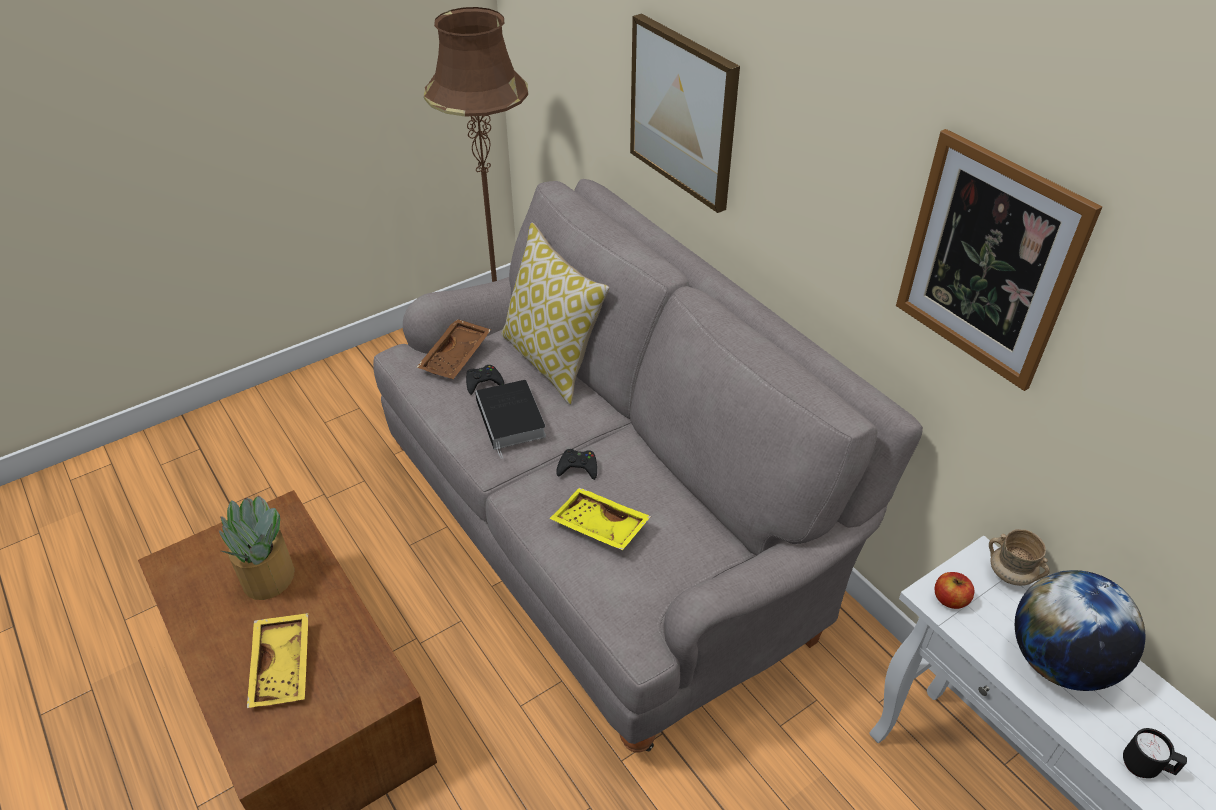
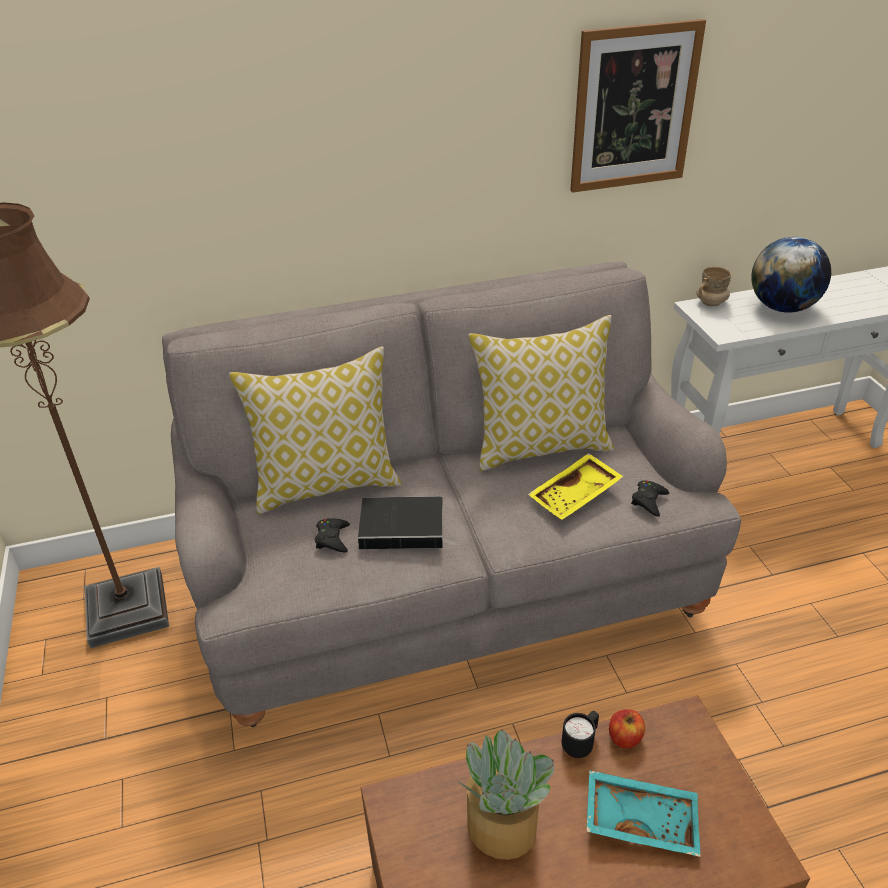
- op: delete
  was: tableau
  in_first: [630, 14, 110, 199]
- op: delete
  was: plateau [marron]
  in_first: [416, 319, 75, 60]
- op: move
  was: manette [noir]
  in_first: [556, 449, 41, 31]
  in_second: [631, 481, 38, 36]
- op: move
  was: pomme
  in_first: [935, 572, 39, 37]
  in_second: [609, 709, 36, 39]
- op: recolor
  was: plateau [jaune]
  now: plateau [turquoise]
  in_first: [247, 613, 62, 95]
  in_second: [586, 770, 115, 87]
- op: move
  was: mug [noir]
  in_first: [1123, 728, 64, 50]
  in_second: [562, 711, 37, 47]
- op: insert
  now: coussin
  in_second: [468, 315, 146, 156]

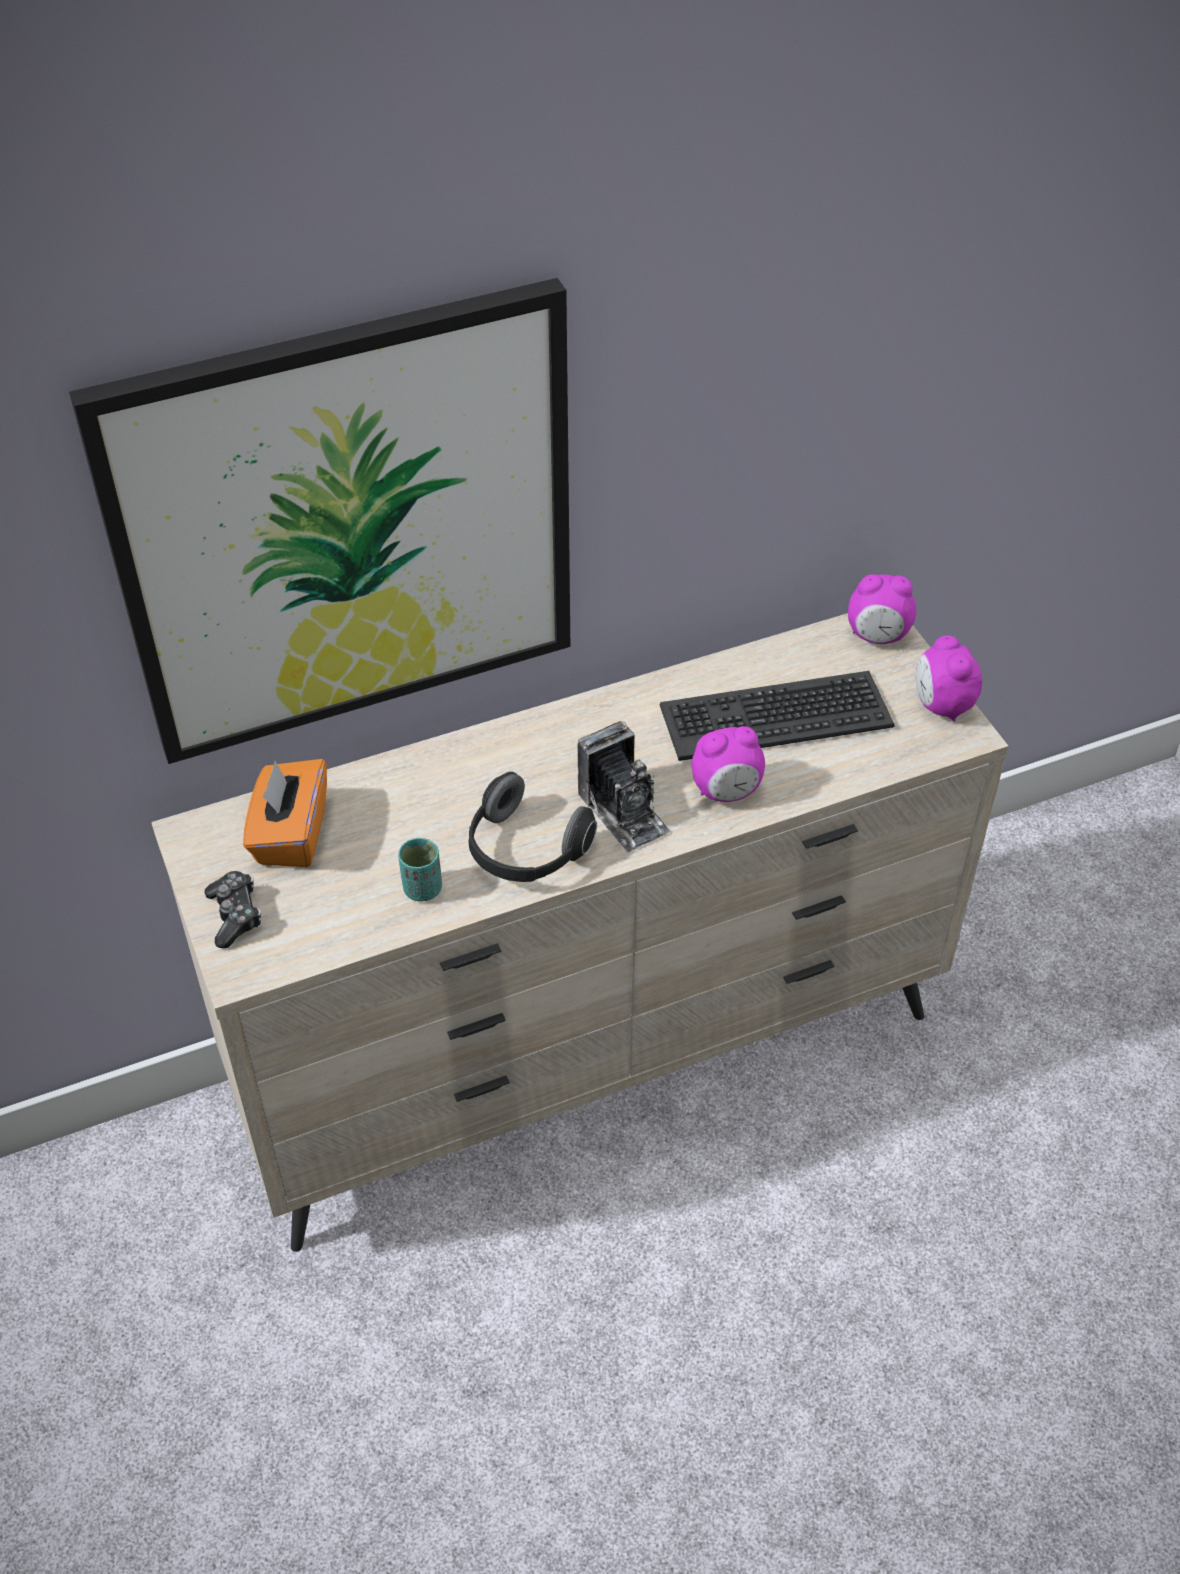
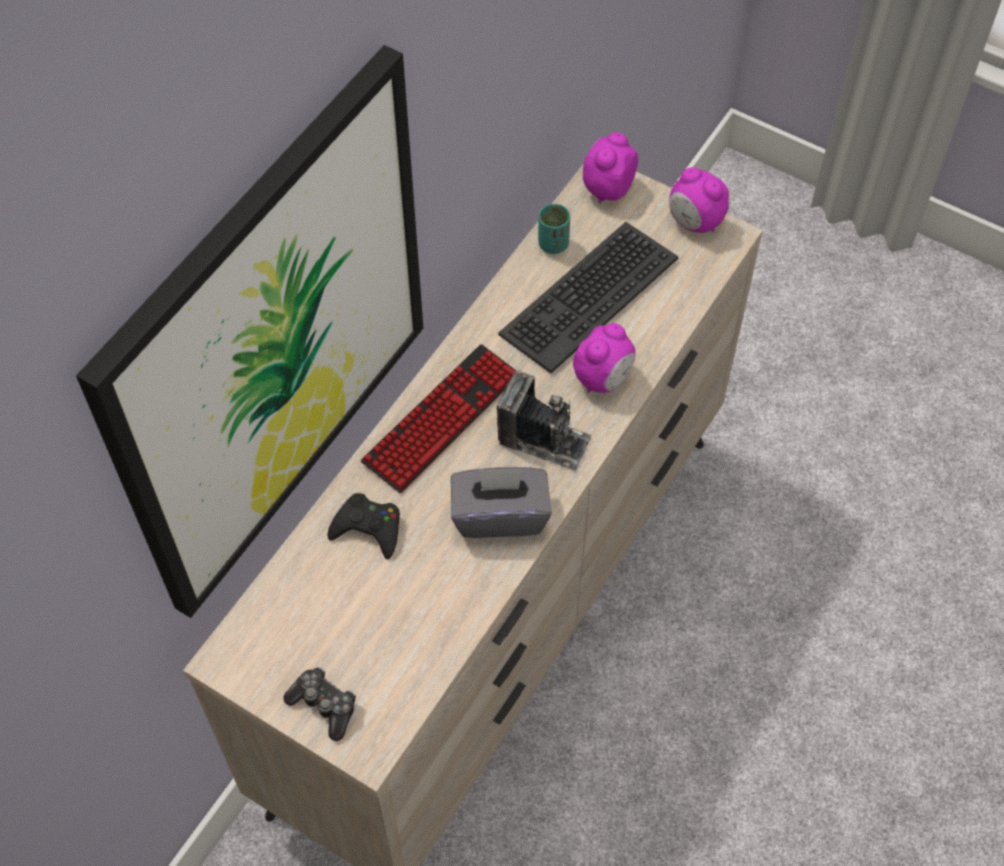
- op: rotate
  was: réveil
  in_first: [848, 574, 68, 70]
  in_second: [583, 132, 55, 71]
  clockwise: 150
- op: delete
  was: boîte à mouchoirs [orange]
  in_first: [243, 759, 84, 108]
- op: replace
  was: casque audio
  now: boîte à mouchoirs [gris]
  in_first: [468, 772, 129, 110]
  in_second: [451, 467, 101, 71]
- op: move
  was: tasse [turquoise]
  in_first: [398, 838, 44, 63]
  in_second: [538, 204, 32, 50]
- op: insert
  now: clavier
  in_second: [361, 344, 155, 149]
- op: insert
  now: manette [noir]
  in_second: [327, 493, 73, 66]

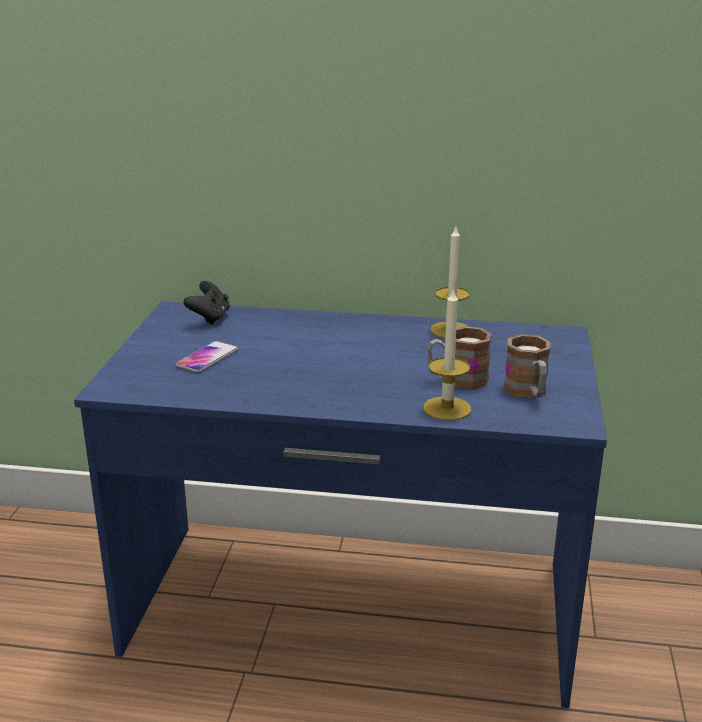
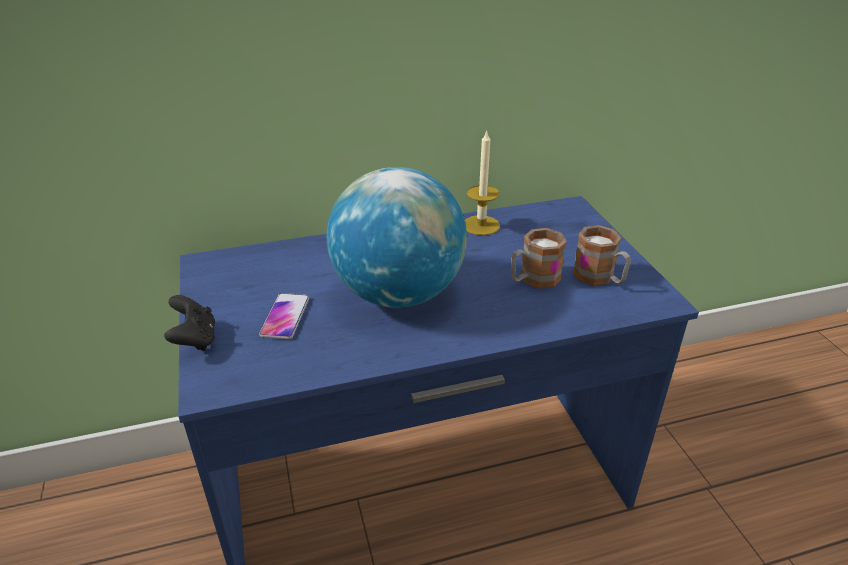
- op: move
  was: manette [noir]
  in_first: [184, 281, 46, 44]
  in_second: [164, 295, 51, 56]
- op: delete
  was: bougie
  in_first: [423, 287, 48, 133]
- op: insert
  now: globe
  in_second: [327, 167, 140, 141]

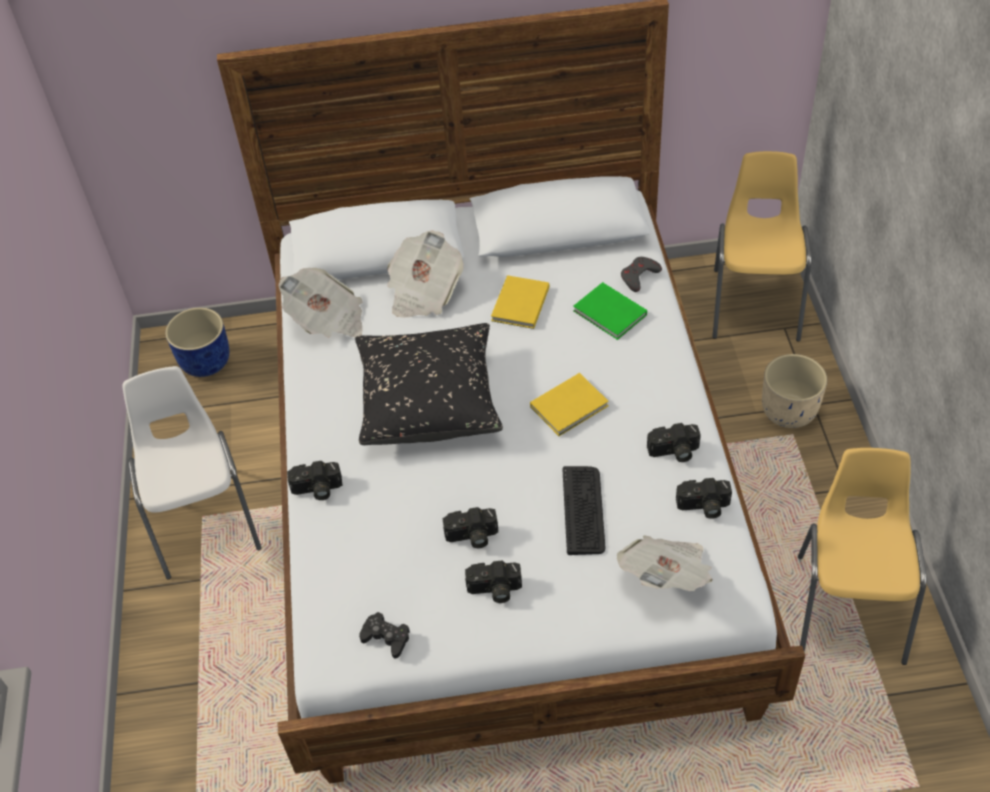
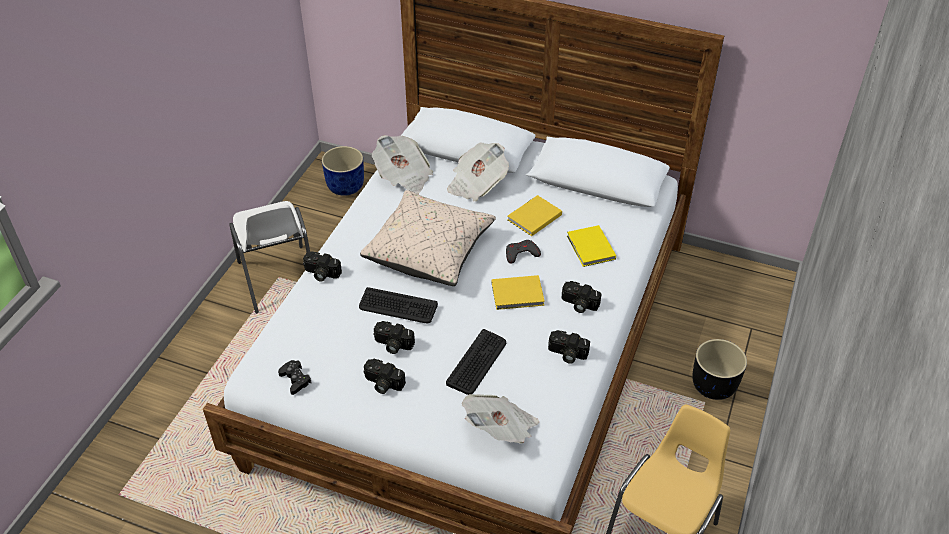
- op: delete
  was: chaise [jaune]
  in_first: [712, 151, 99, 191]
- op: move
  was: manette [gris]
  in_first: [621, 257, 41, 35]
  in_second: [506, 240, 35, 24]
- op: recolor
  was: livre [vert]
  now: livre [jaune]
  in_first: [573, 282, 74, 58]
  in_second: [567, 225, 49, 42]
- op: recolor
  was: coussin [noir]
  now: coussin [beige]
  in_first: [355, 323, 148, 122]
  in_second: [360, 190, 136, 96]
- op: recolor
  was: cache-pot [beige]
  now: cache-pot [noir]
  in_first: [762, 354, 65, 74]
  in_second: [693, 339, 54, 61]
- op: rotate
  was: chaise [blanc]
  in_first: [122, 366, 140, 214]
  in_second: [229, 201, 81, 112]
  clockwise: 150
- op: move
  was: appareil photo
  in_first: [676, 478, 56, 41]
  in_second: [562, 281, 40, 32]
- op: insert
  now: clavier
  in_second: [359, 287, 79, 36]

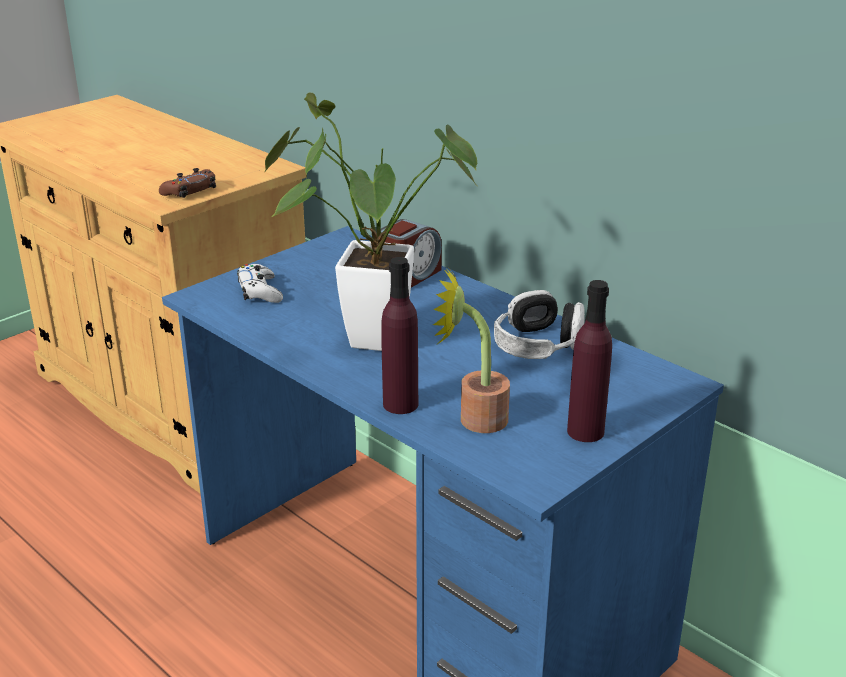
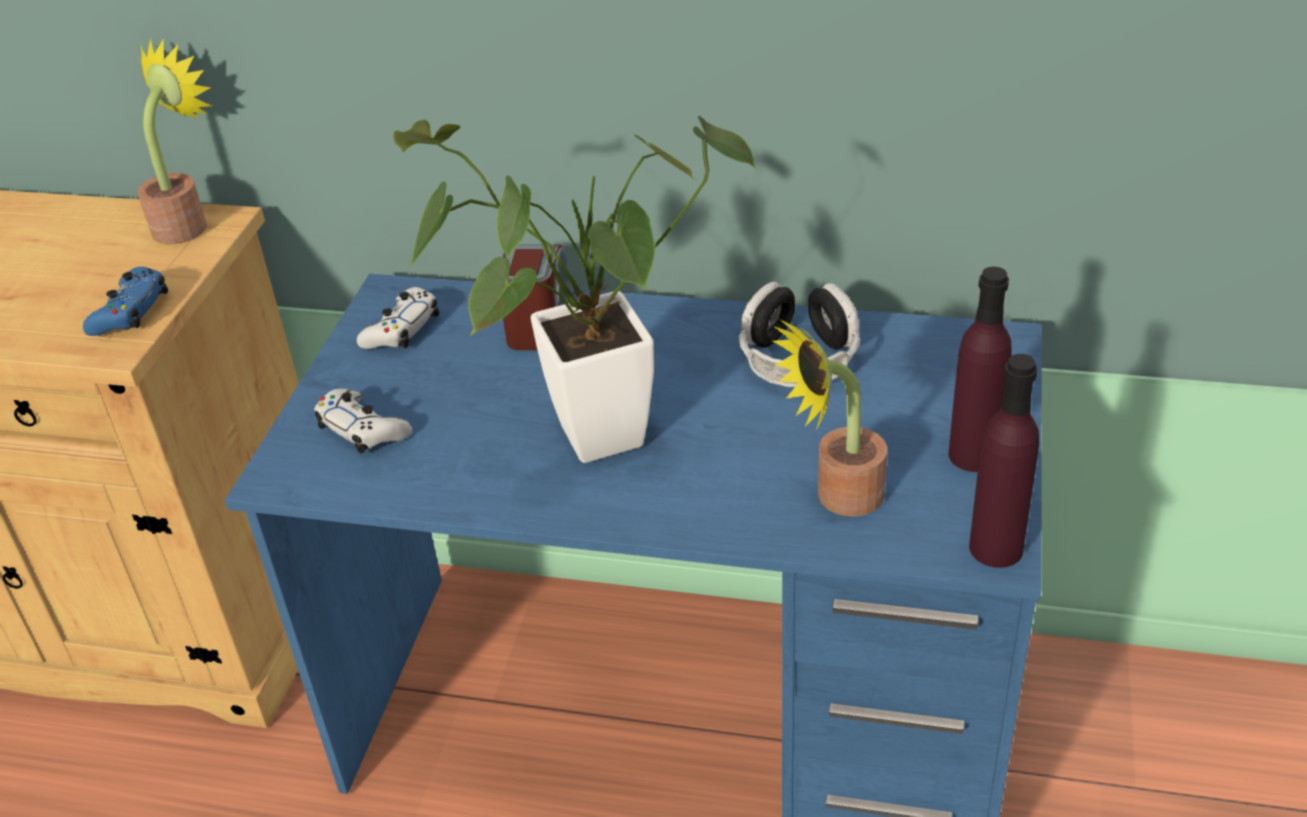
- op: recolor
  was: manette [marron]
  now: manette [bleu]
  in_first: [159, 168, 57, 30]
  in_second: [83, 267, 85, 69]
- op: move
  was: bouteille [violet]
  in_first: [381, 257, 38, 157]
  in_second: [969, 354, 70, 214]
- op: insert
  now: plante en pot
  in_second: [138, 38, 74, 206]
- op: insert
  now: manette [blanc]
  in_second: [357, 287, 82, 62]

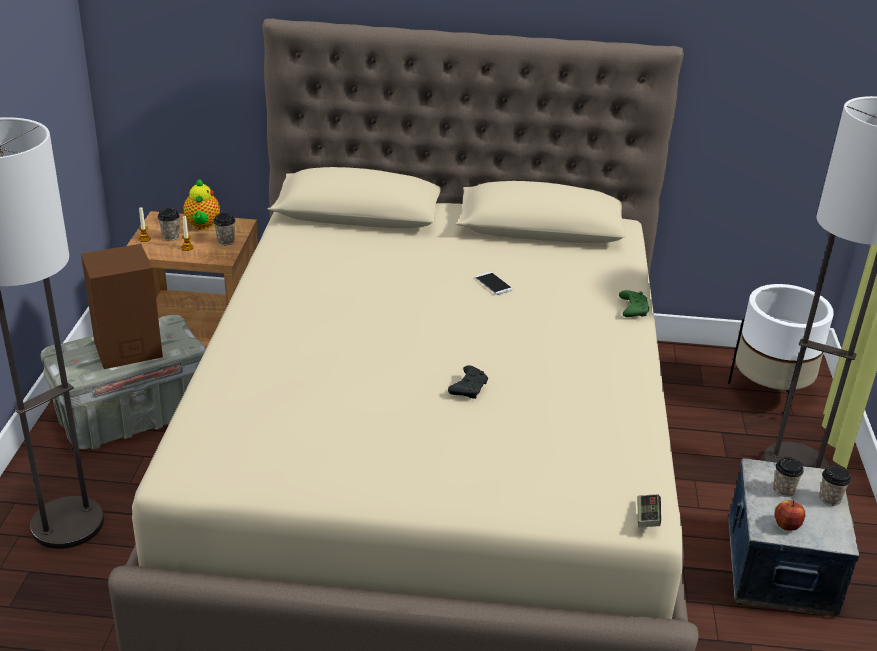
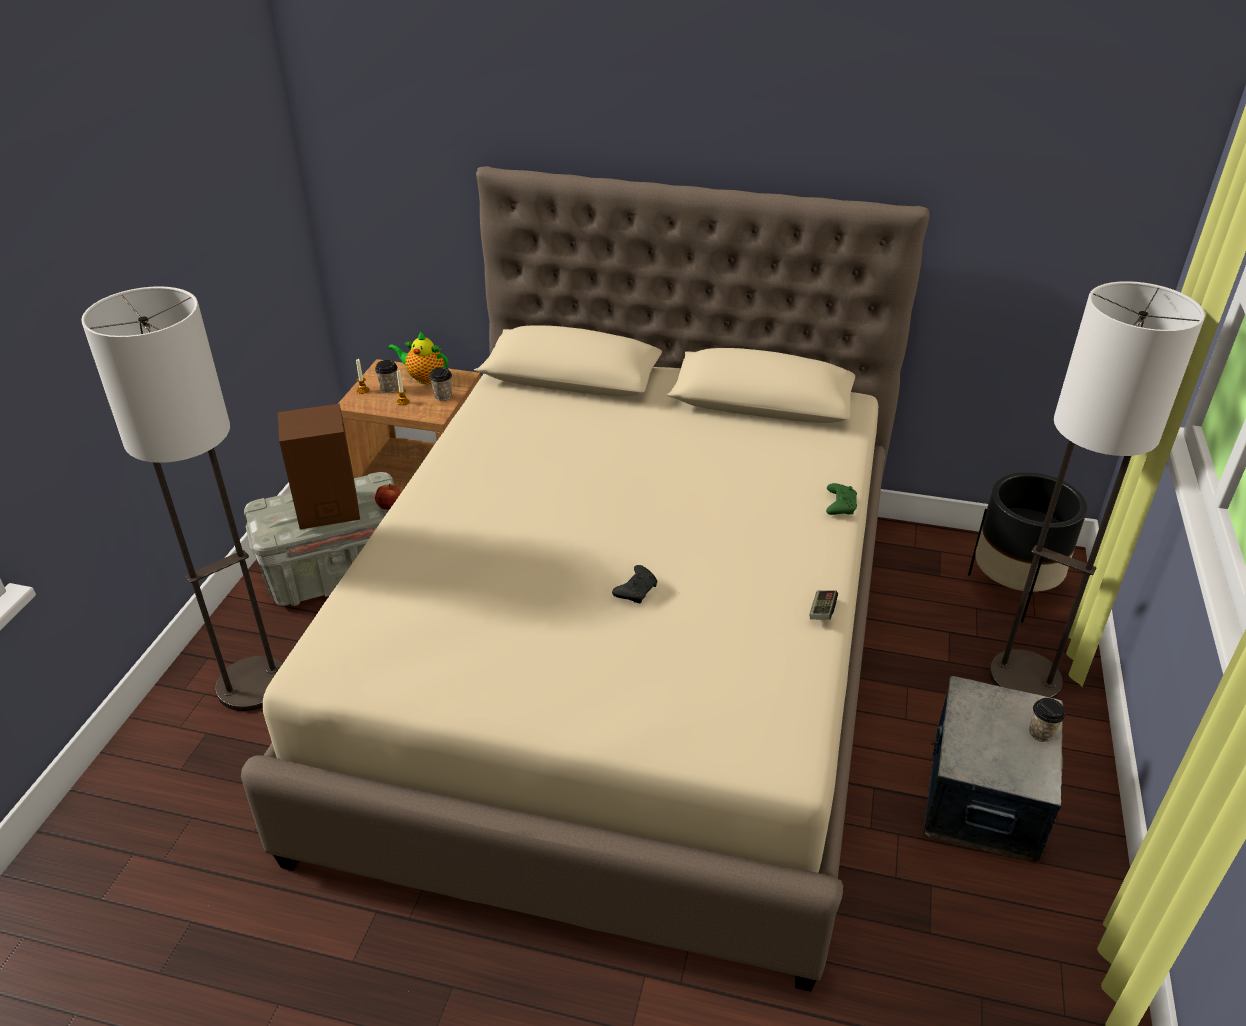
- op: rotate
  was: théière
  in_first: [183, 179, 37, 51]
  in_second: [388, 332, 60, 52]
  clockwise: 105
- op: delete
  was: téléphone
  in_first: [475, 272, 38, 23]
- op: recolor
  was: cache-pot [blanc]
  now: cache-pot [noir]
  in_first: [728, 284, 106, 134]
  in_second: [968, 472, 119, 150]
- op: delete
  was: tasse
  in_first: [773, 457, 31, 40]
- op: move
  was: manette
  in_first: [638, 494, 23, 33]
  in_second: [809, 590, 29, 30]
- op: move
  was: pomme
  in_first: [774, 500, 32, 31]
  in_second: [375, 484, 26, 26]

